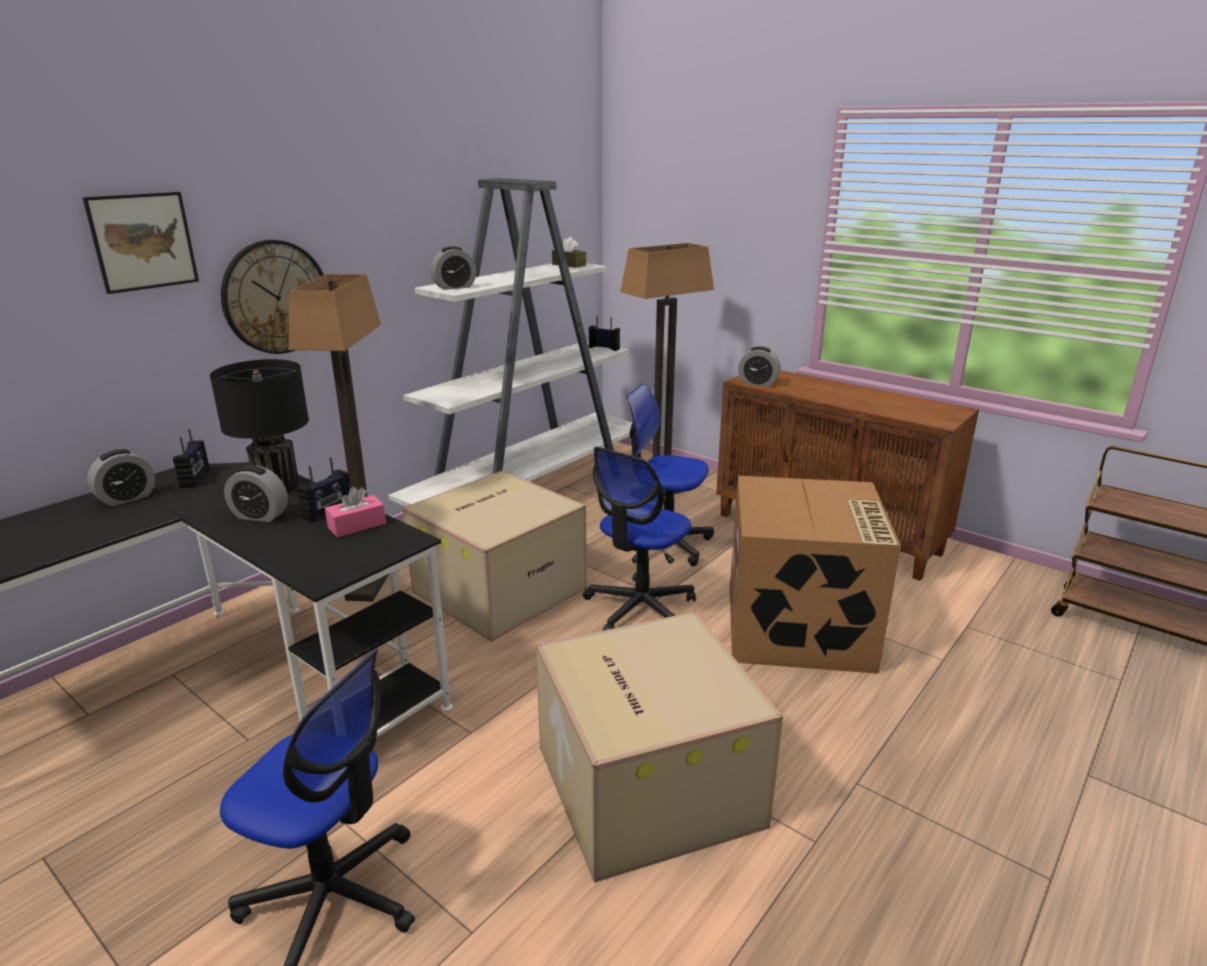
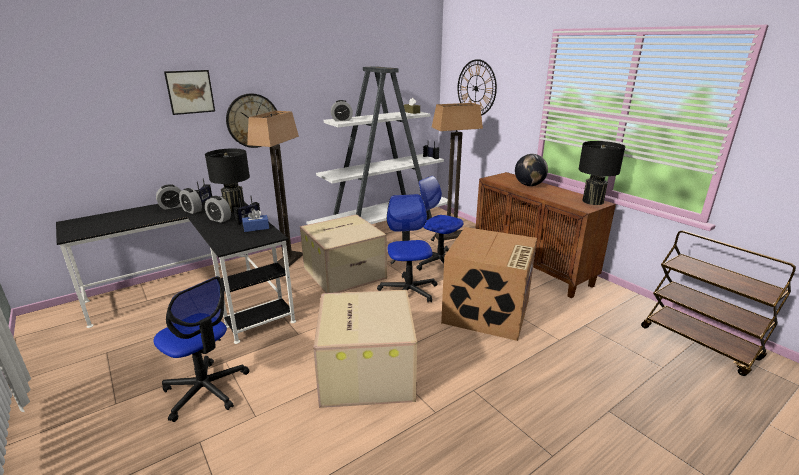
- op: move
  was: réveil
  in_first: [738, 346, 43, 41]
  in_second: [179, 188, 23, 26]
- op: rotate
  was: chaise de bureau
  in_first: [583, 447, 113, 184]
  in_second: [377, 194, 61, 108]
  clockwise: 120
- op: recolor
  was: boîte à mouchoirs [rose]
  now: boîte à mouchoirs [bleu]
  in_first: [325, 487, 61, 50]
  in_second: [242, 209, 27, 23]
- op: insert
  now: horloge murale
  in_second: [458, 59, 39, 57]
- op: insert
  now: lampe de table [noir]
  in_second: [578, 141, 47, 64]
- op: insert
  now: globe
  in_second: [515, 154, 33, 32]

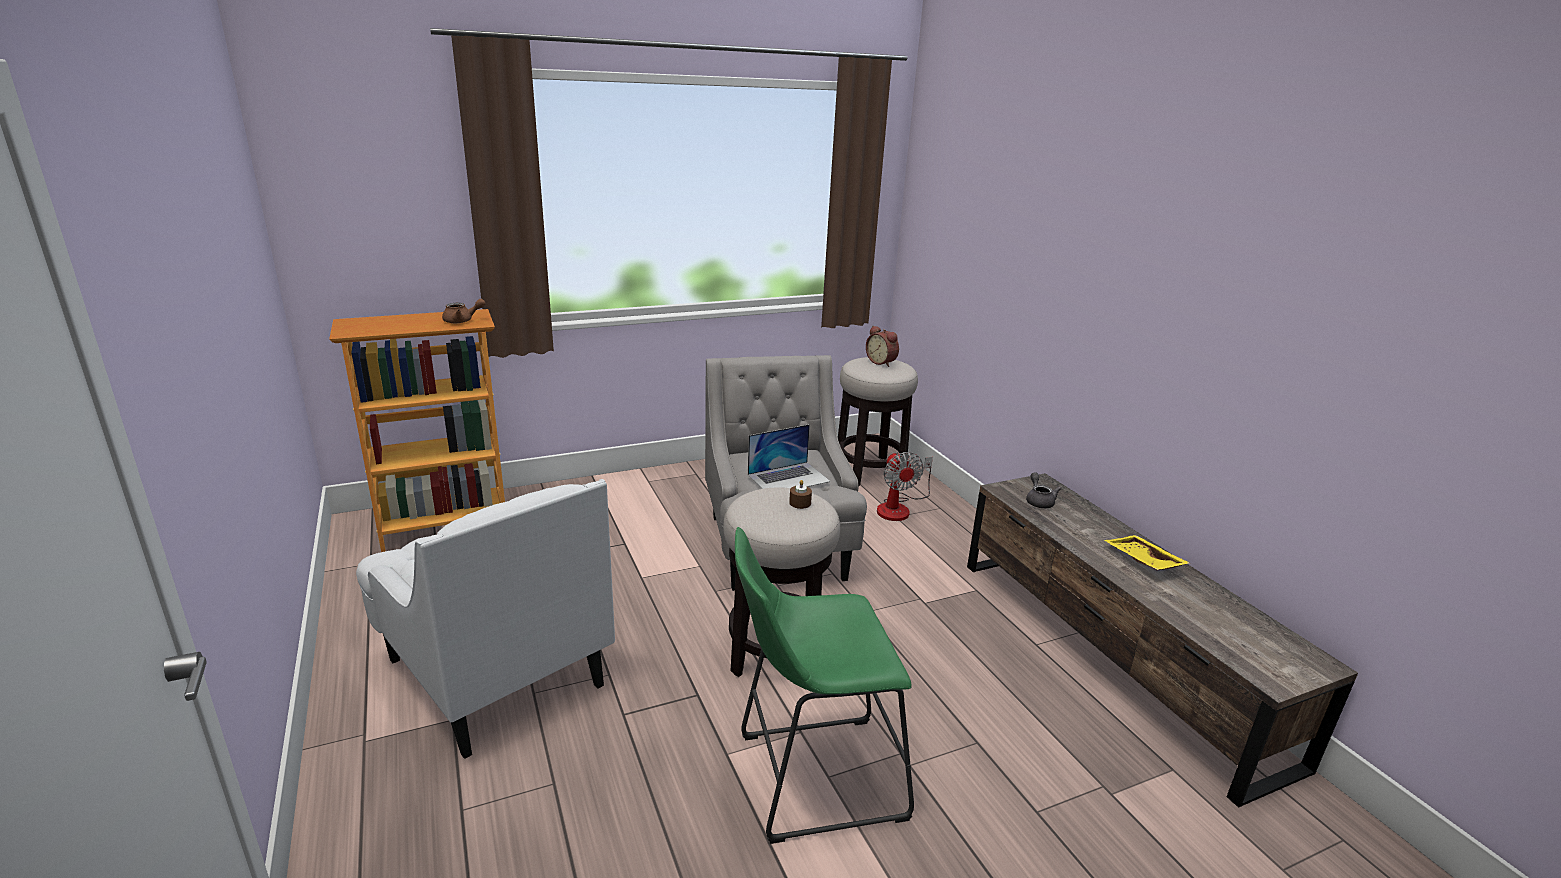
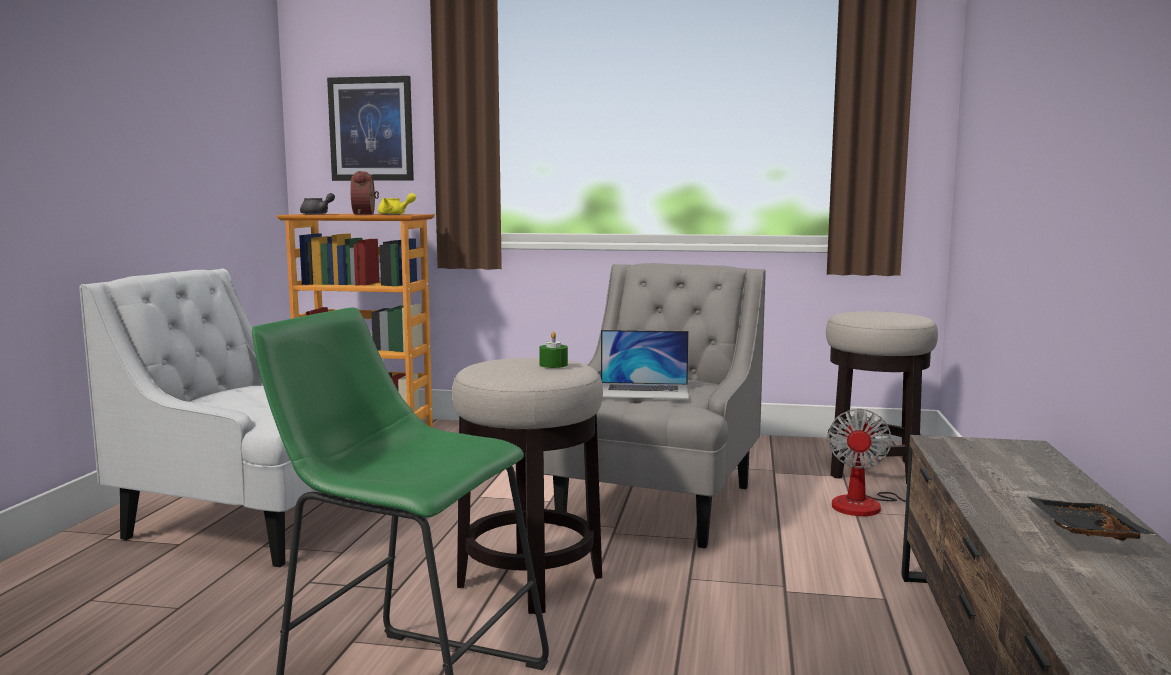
- op: recolor
  was: théière [marron]
  now: théière [jaune]
  in_first: [442, 299, 44, 24]
  in_second: [378, 193, 38, 22]
- op: move
  was: réveil
  in_first: [866, 326, 33, 41]
  in_second: [350, 171, 29, 44]
- op: move
  was: théière [gris]
  in_first: [1026, 472, 35, 36]
  in_second: [300, 193, 35, 22]
- op: rotate
  was: fauteuil [blanc]
  in_first: [356, 479, 259, 280]
  in_second: [79, 268, 290, 299]
  clockwise: 120
- op: recolor
  was: bougie [marron]
  now: bougie [vert]
  in_first: [789, 480, 23, 29]
  in_second: [539, 331, 29, 37]
- op: recolor
  was: plateau [jaune]
  now: plateau [noir]
  in_first: [1104, 535, 85, 36]
  in_second: [1028, 497, 128, 44]
- op: insert
  now: tableau
  in_second: [327, 76, 87, 105]

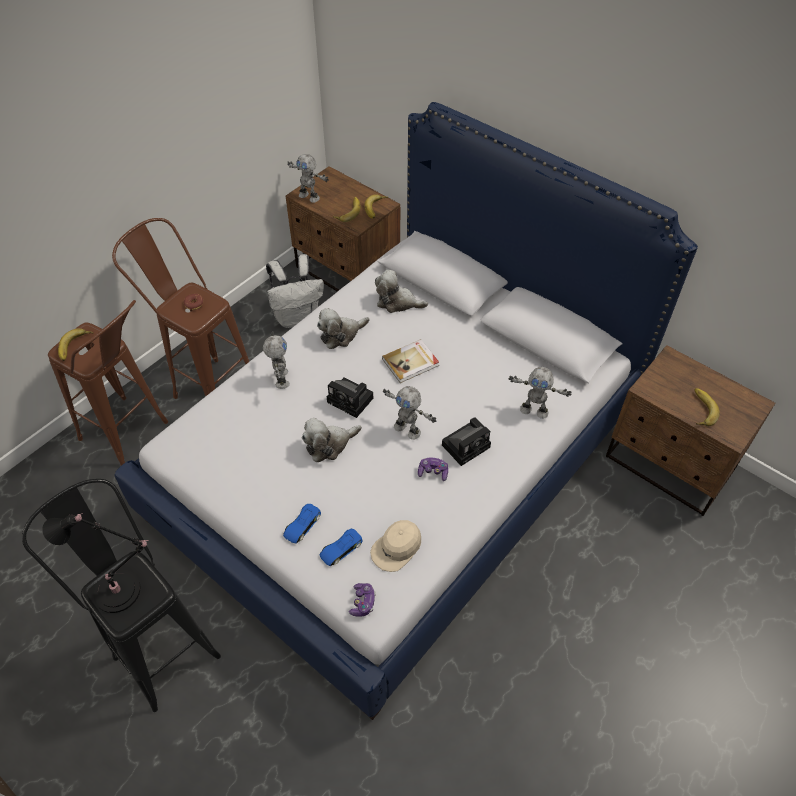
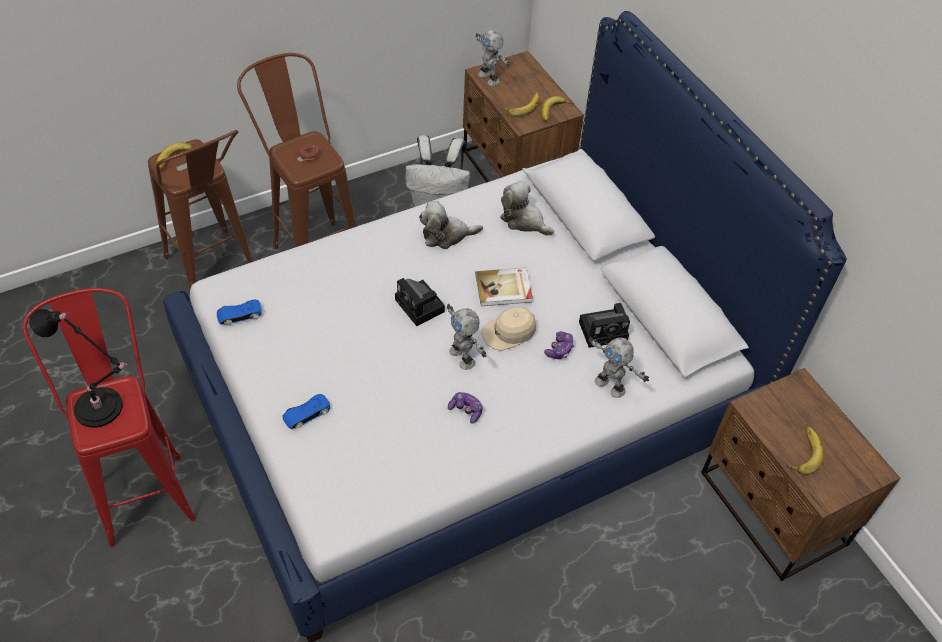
- op: delete
  was: robot jouet
  in_first: [263, 331, 27, 58]
- op: move
  was: appareil photo
  in_first: [442, 417, 49, 49]
  in_second: [579, 303, 51, 45]
- op: delete
  was: peluche
  in_first: [302, 418, 60, 44]
- op: recolor
  was: tabouret [noir]
  now: tabouret [rouge]
  in_first: [22, 479, 199, 233]
  in_second: [23, 288, 173, 259]
- op: move
  was: casquette [beige]
  in_first: [370, 520, 51, 52]
  in_second: [481, 307, 55, 44]
- op: move
  was: petite voiture [bleu]
  in_first: [319, 529, 44, 37]
  in_second: [217, 300, 45, 25]
- op: move
  was: manette
  in_first: [349, 583, 27, 34]
  in_second: [544, 331, 31, 28]

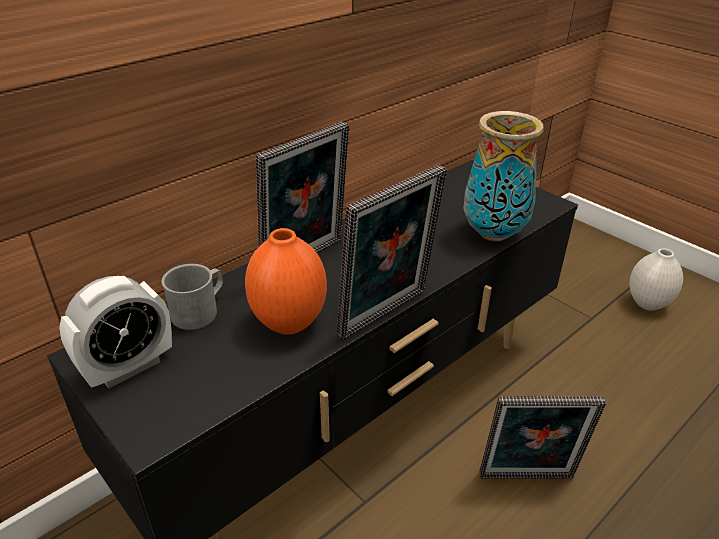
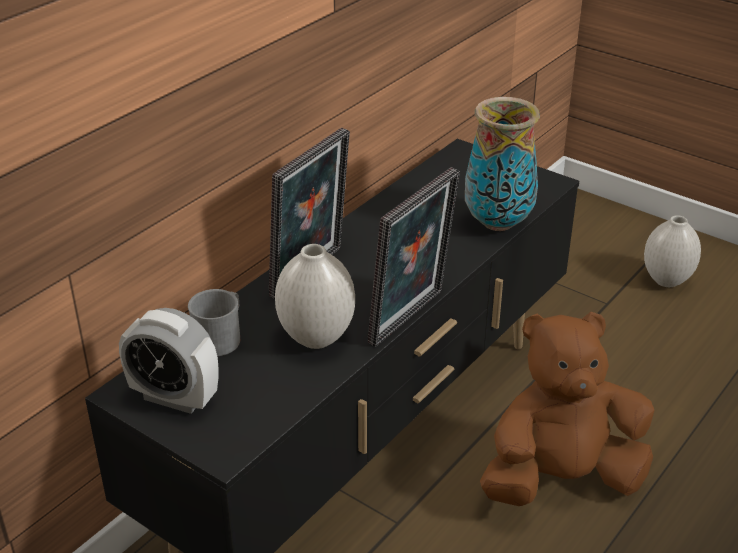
- op: recolor
  was: vase [orange]
  now: vase [blanc]
  in_first: [245, 228, 82, 107]
  in_second: [275, 244, 80, 105]
- op: rotate
  was: réveil
  in_first: [59, 276, 113, 113]
  in_second: [119, 308, 99, 106]
  clockwise: 75
- op: replace
  was: cadre photo
  now: peluche [marron]
  in_first: [480, 396, 126, 83]
  in_second: [480, 312, 174, 194]

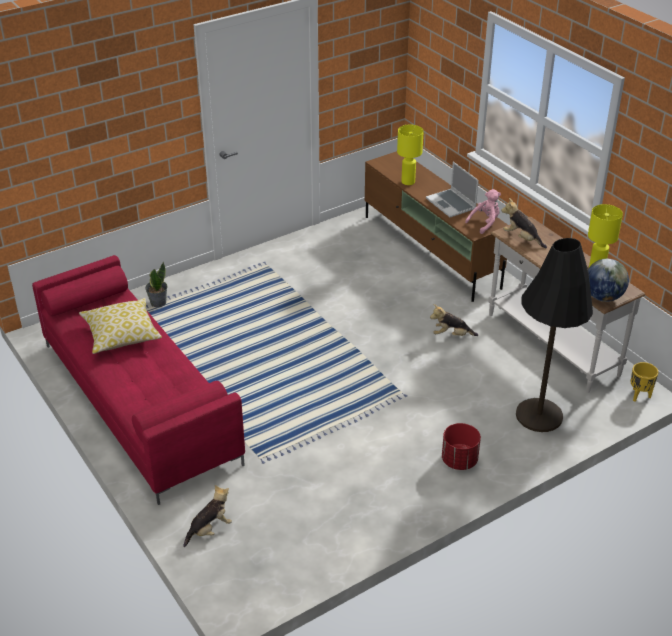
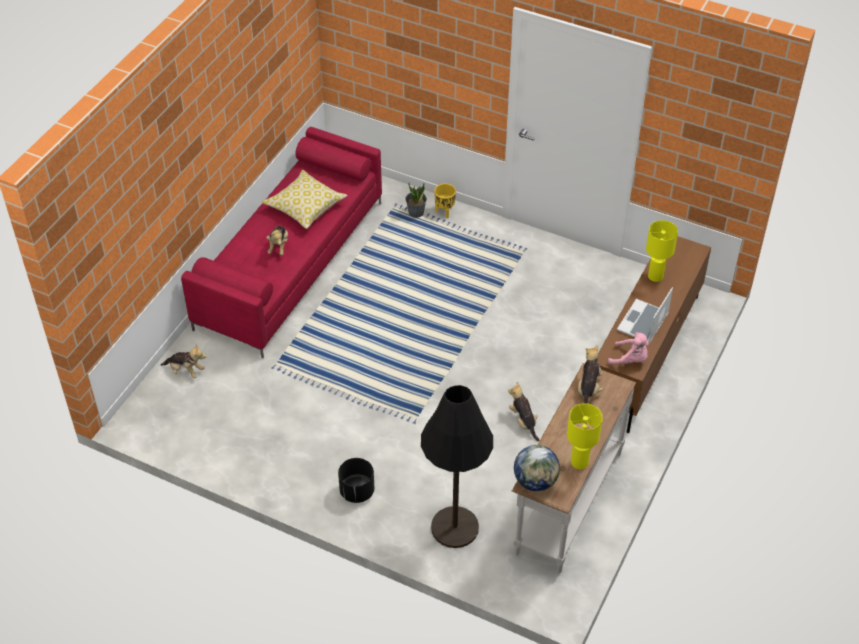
- op: move
  was: cache-pot [jaune]
  in_first: [631, 362, 27, 39]
  in_second: [434, 183, 22, 35]
- op: recolor
  was: cache-pot [rouge]
  now: cache-pot [noir]
  in_first: [442, 423, 39, 47]
  in_second: [338, 458, 36, 45]
- op: insert
  now: peluche
  in_second: [266, 226, 22, 29]

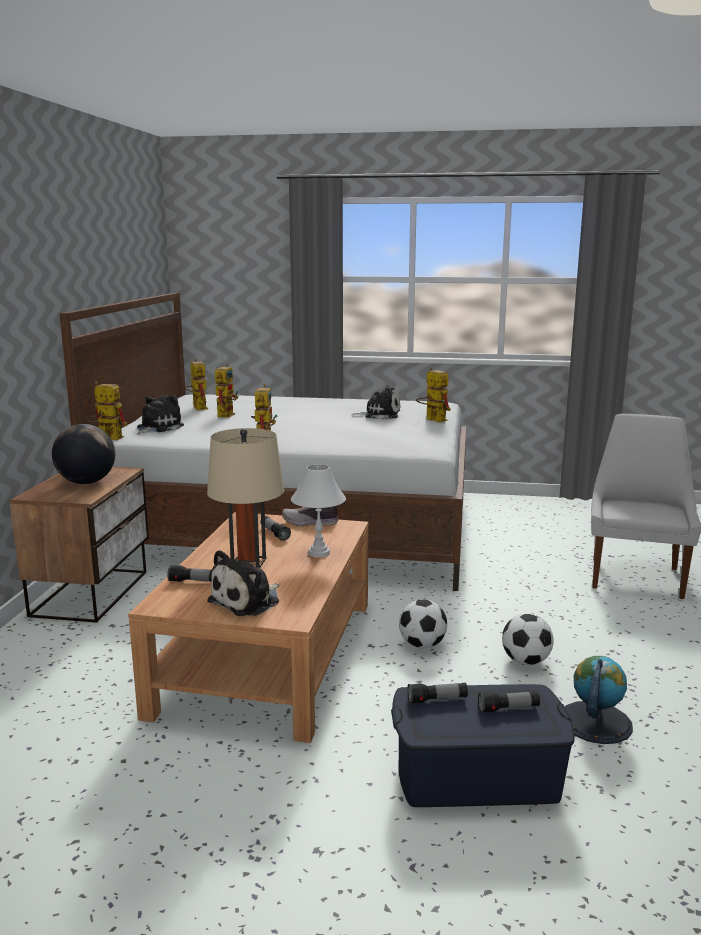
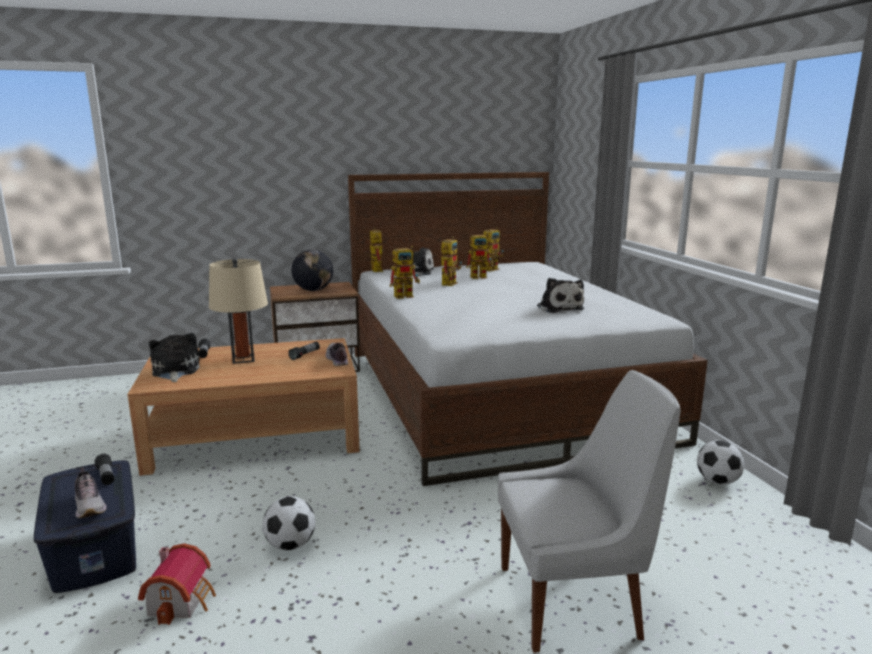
- op: move
  was: robot jouet
  in_first: [416, 367, 35, 56]
  in_second: [441, 237, 21, 49]
- op: delete
  was: lampe de table [blanc]
  in_first: [291, 464, 55, 94]
- op: rotate
  was: peluche
  in_first: [207, 550, 72, 66]
  in_second: [149, 333, 51, 49]
  clockwise: 60
- op: move
  was: ballon de foot
  in_first: [399, 599, 48, 49]
  in_second: [697, 440, 48, 45]
- op: replace
  was: globe
  now: maison miniature
  in_first: [565, 656, 68, 88]
  in_second: [138, 543, 78, 82]
- op: replace
  was: lampe de poche
  now: chaussure
  in_first: [478, 691, 62, 22]
  in_second: [75, 467, 32, 51]

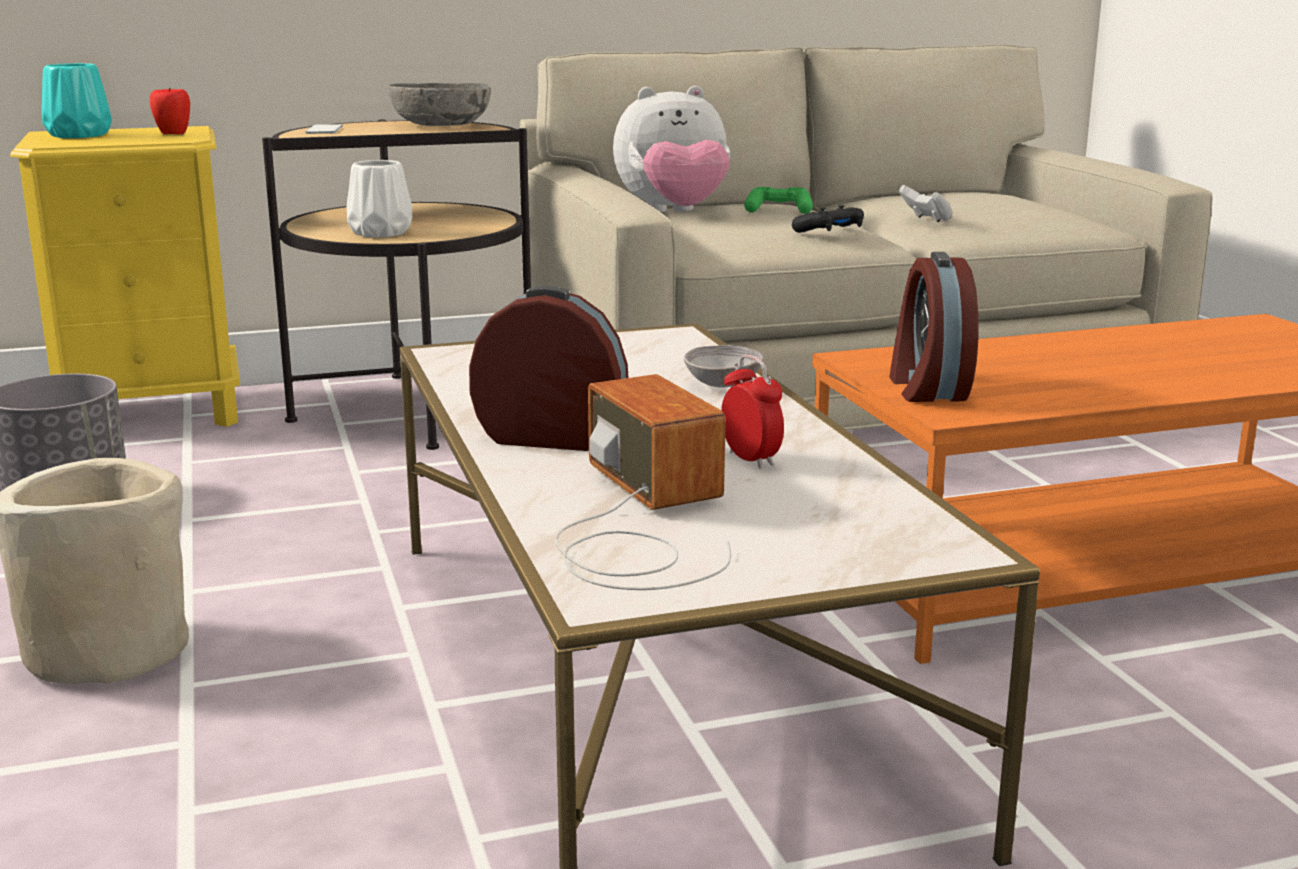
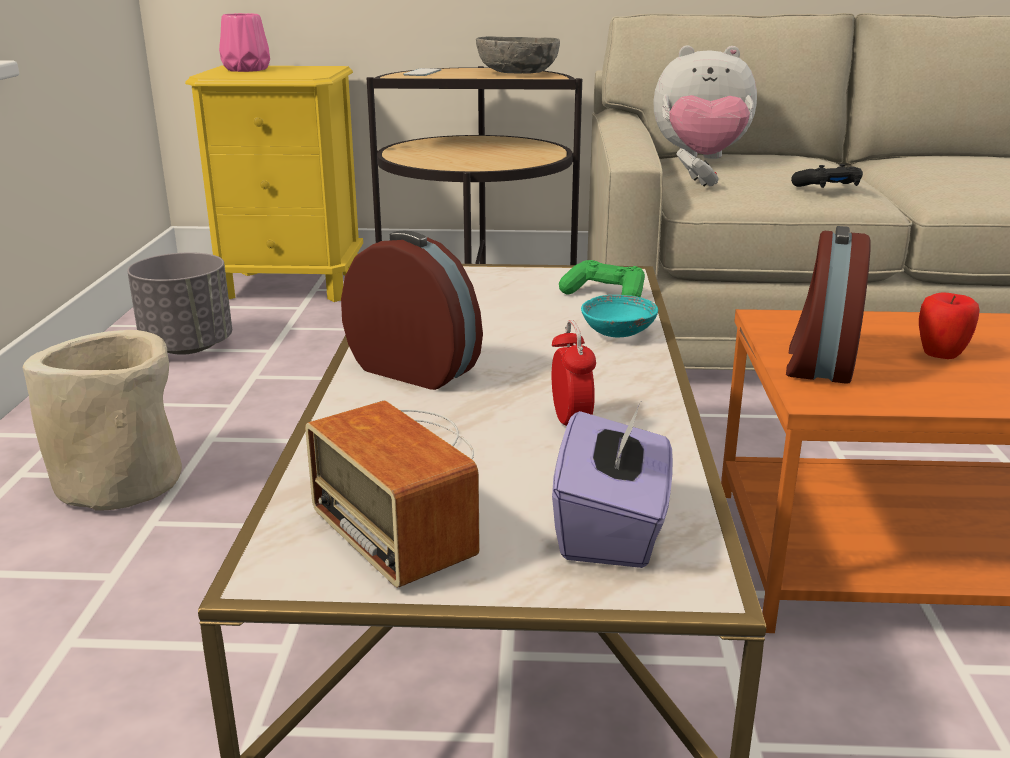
- op: recolor
  was: vase [turquoise]
  now: vase [rose]
  in_first: [42, 63, 70, 75]
  in_second: [219, 13, 51, 59]
- op: move
  was: pomme
  in_first: [150, 88, 40, 46]
  in_second: [919, 292, 61, 67]
- op: delete
  was: vase [blanc]
  in_first: [347, 160, 65, 77]
- op: move
  was: manette [blanc]
  in_first: [899, 185, 54, 37]
  in_second: [676, 148, 43, 38]
- op: move
  was: manette [vert]
  in_first: [744, 187, 69, 27]
  in_second: [559, 260, 86, 37]
- op: recolor
  was: bol [gris]
  now: bol [turquoise]
  in_first: [684, 345, 80, 43]
  in_second: [581, 295, 77, 42]
- op: rotate
  was: radio
  in_first: [555, 374, 176, 216]
  in_second: [305, 401, 175, 187]
  clockwise: 150
- op: insert
  now: boîte à mouchoirs [violet]
  in_second: [552, 400, 121, 168]

